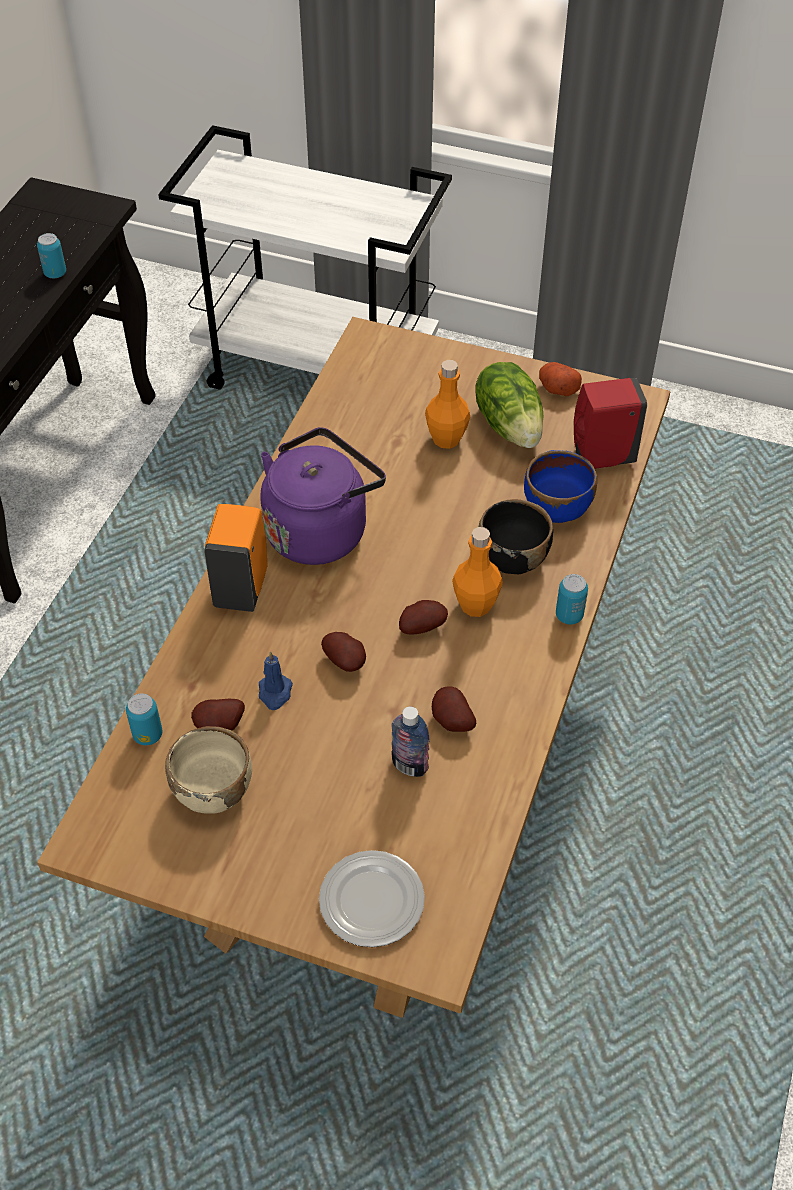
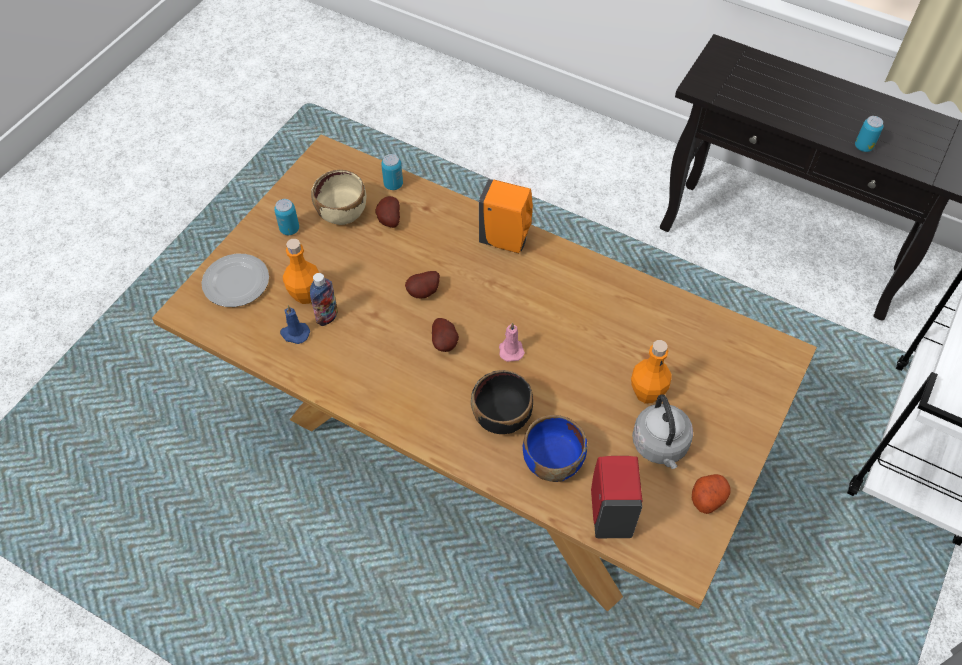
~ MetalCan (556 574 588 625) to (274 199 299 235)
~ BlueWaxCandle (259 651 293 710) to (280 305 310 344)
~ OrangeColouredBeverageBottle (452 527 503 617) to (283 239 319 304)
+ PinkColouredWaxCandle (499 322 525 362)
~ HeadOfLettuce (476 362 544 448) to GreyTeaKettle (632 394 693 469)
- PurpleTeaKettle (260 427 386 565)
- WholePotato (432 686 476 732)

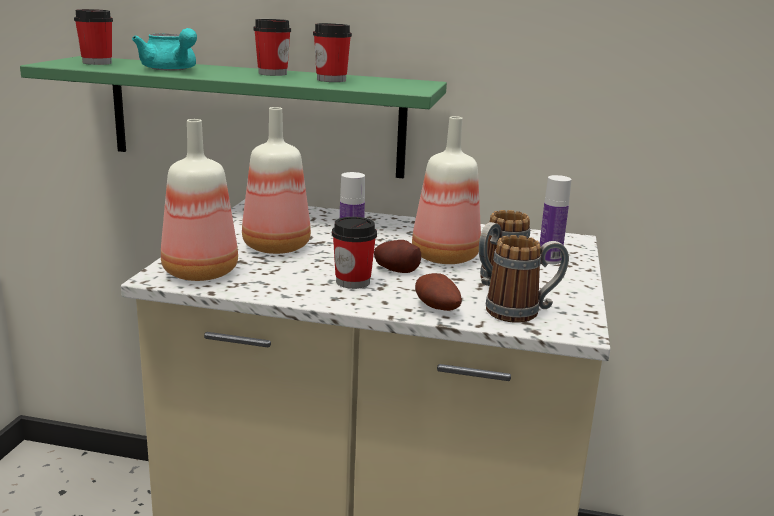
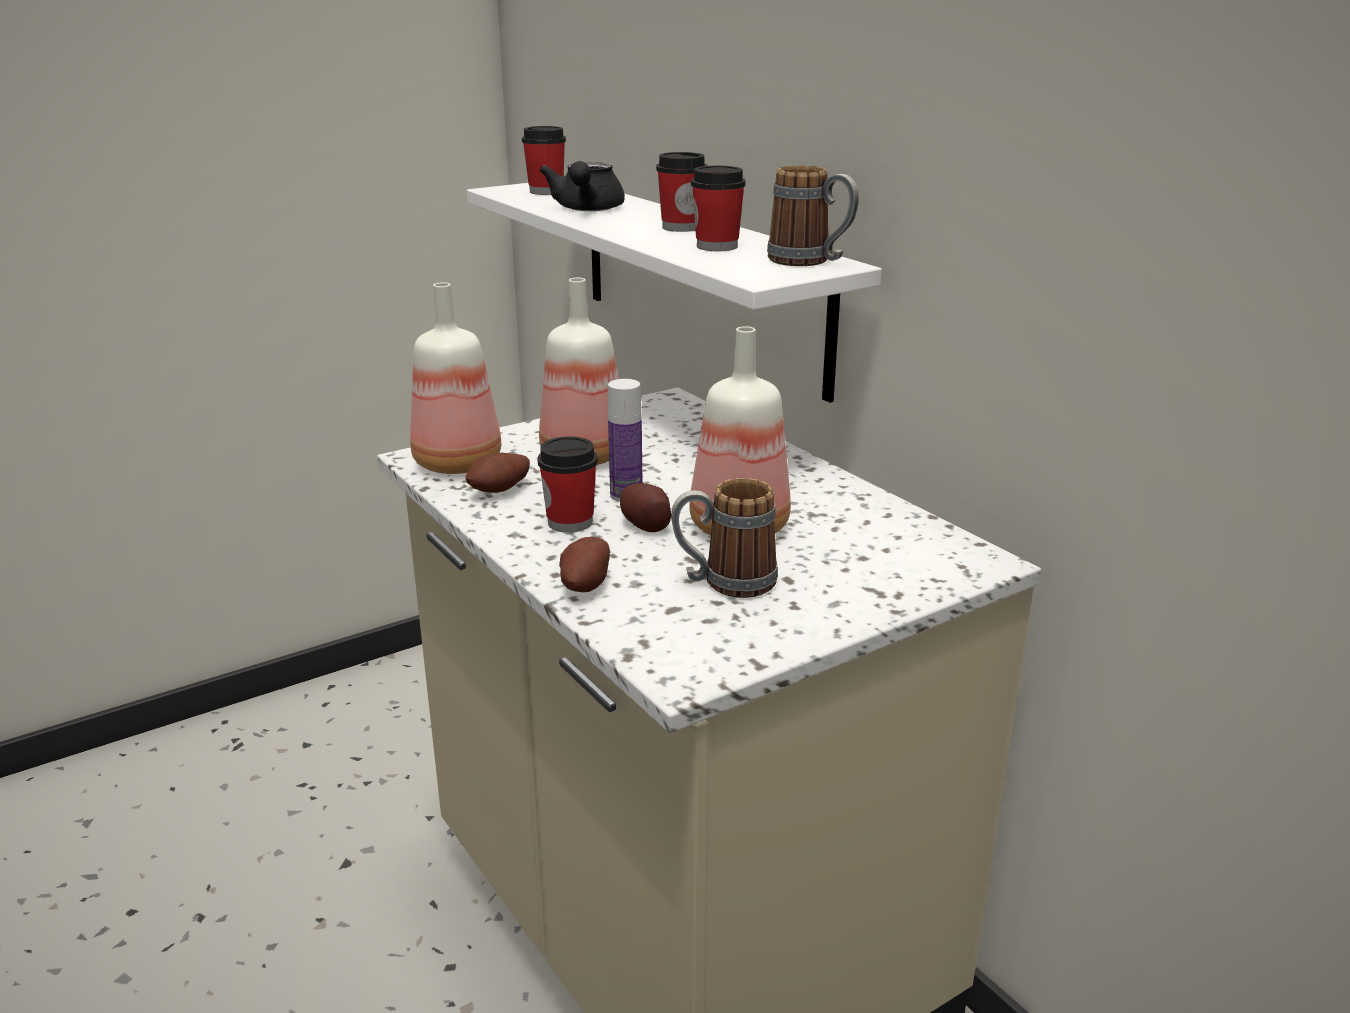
+ WholePotato (465 453 530 493)
~ GreenColouredWallShelf (20 56 447 179) to WhitishWallShelf (467 183 882 403)
~ TurquoiseColouredTeapot (132 28 197 71) to BlackTeapot (539 161 625 211)
~ TeaMug (486 235 569 323) to (767 165 859 266)
- BeverageBottle (540 175 571 264)

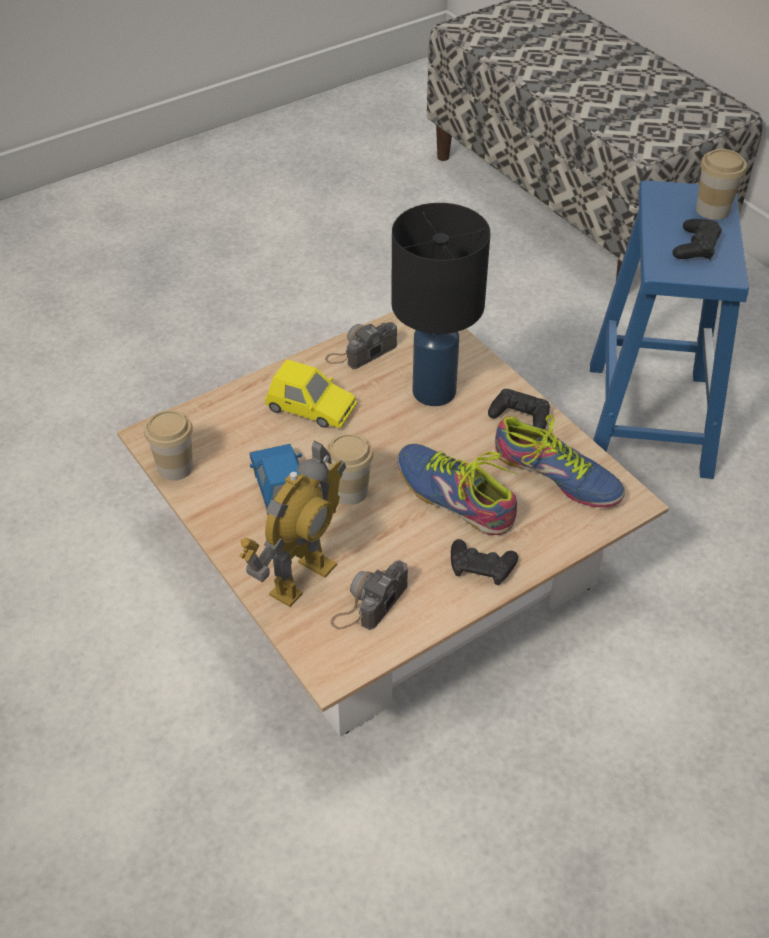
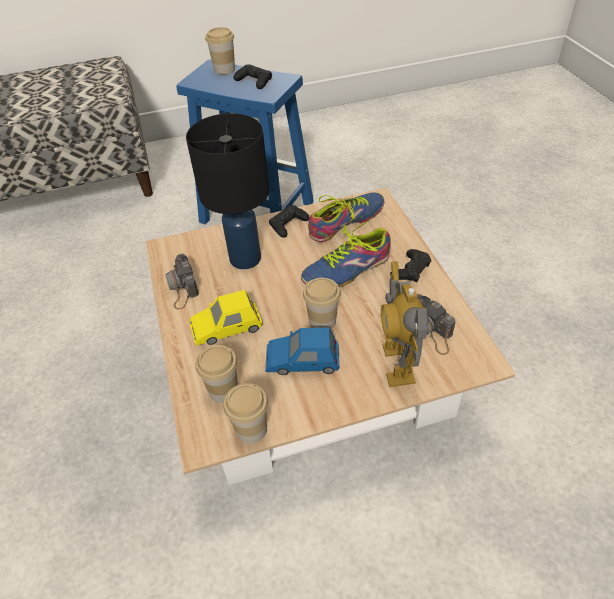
~ YellowishMiniatureCar (265 359 357 428) = (189 290 262 345) 150 degrees counterclockwise
+ SmallCup (196 345 238 403)
~ ToyRobot (239 440 346 607) = (381 261 429 387) 150 degrees counterclockwise

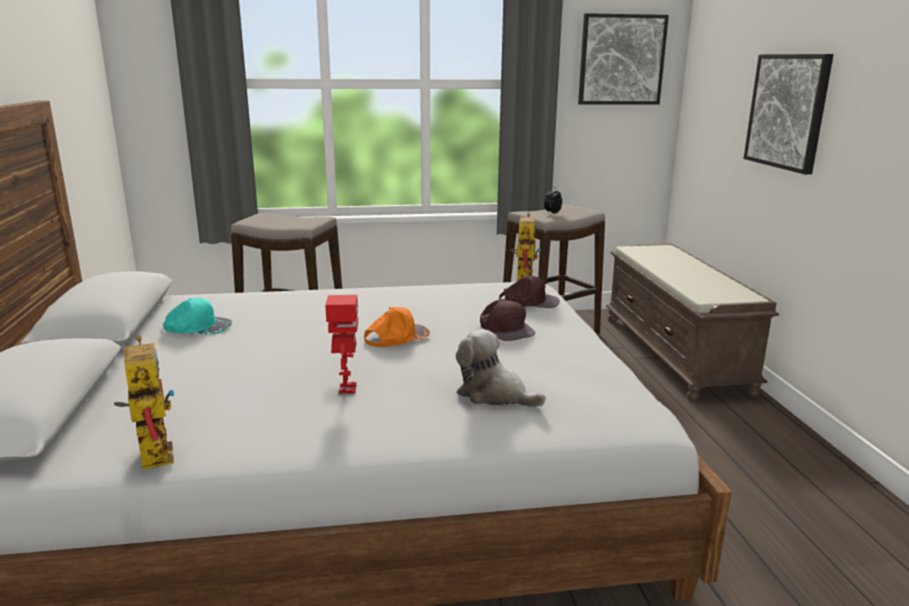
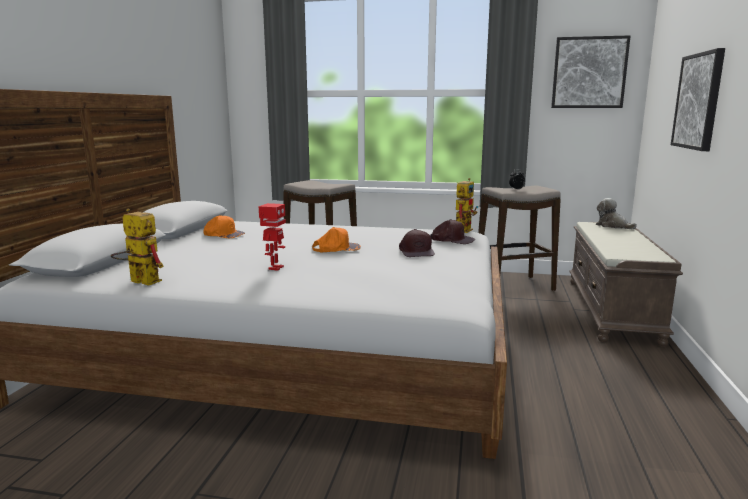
~ ToyRobot (114 336 175 470) = (111 208 164 286) 60 degrees counterclockwise
~ TurquoiseColouredCap (163 298 232 334) to OrangeColouredCap (203 215 245 238)
~ CuddlyToy (456 329 546 407) to (596 198 637 229)

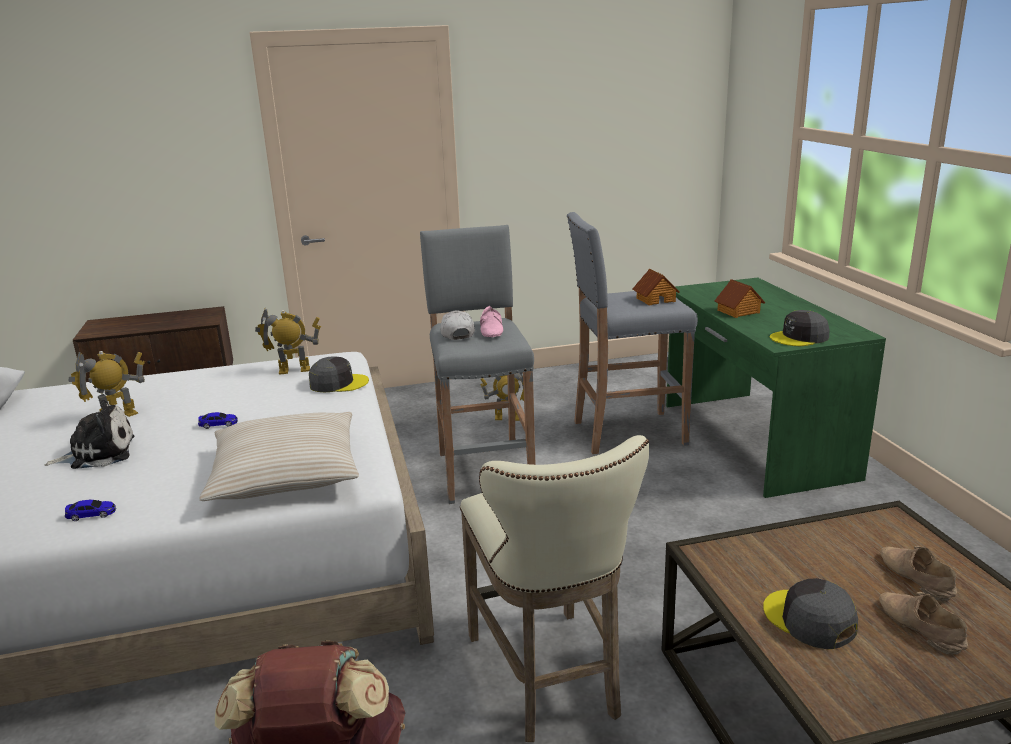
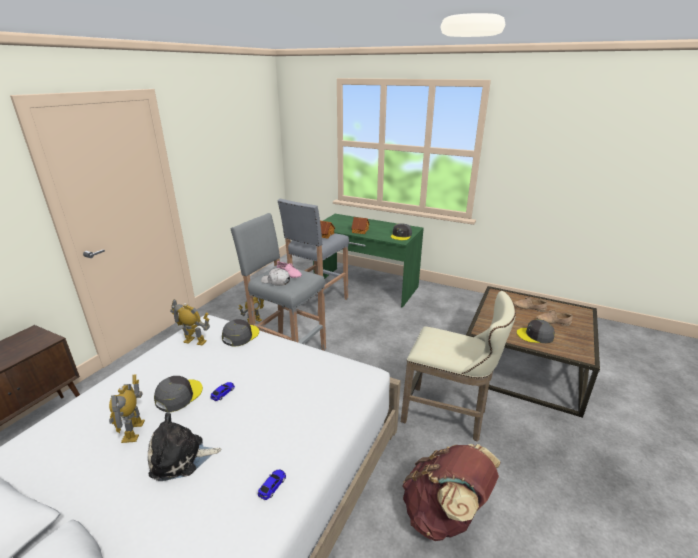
~ CuddlyToy (44 400 134 469) = (148 412 222 481) 120 degrees counterclockwise
+ GreyCap (154 376 203 412)
~ ToyRobot (255 309 321 375) = (170 299 210 345) 75 degrees clockwise
- BeigeColouredThrowPillow (199 412 359 501)

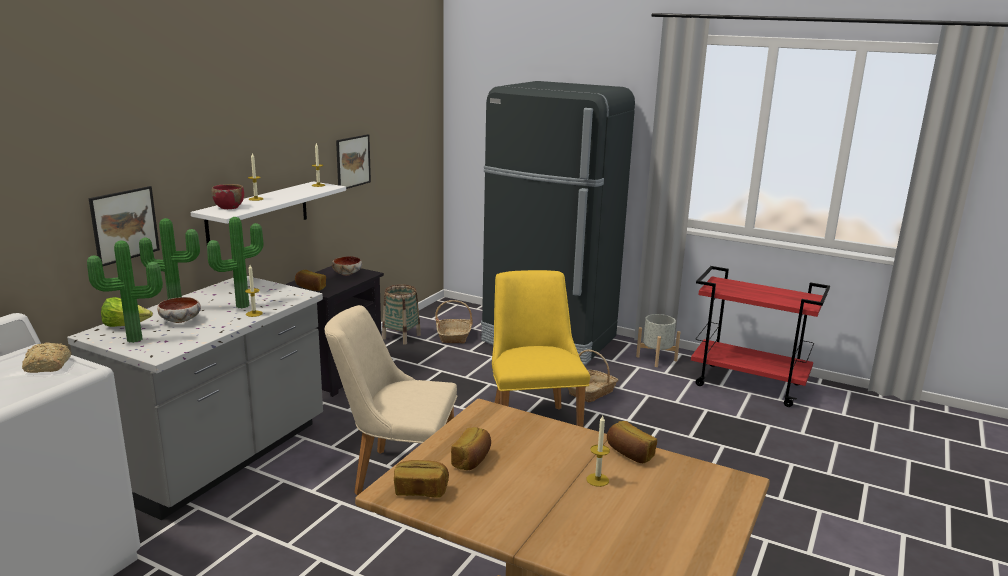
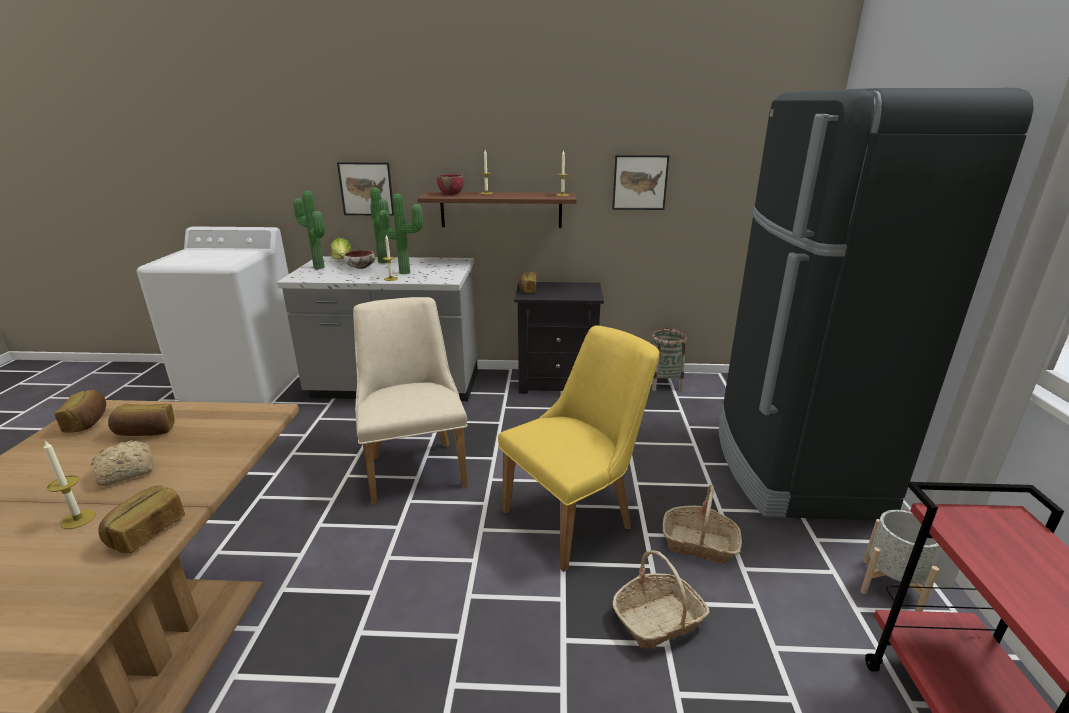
~ Bread (22 343 71 373) to (91 440 154 486)
~ WhitishWallShelf (191 181 346 244) to BrownishWallShelf (417 192 577 228)
~ StorageBasket (435 300 473 344) to (612 550 710 649)
- ServingBowl (332 256 362 276)

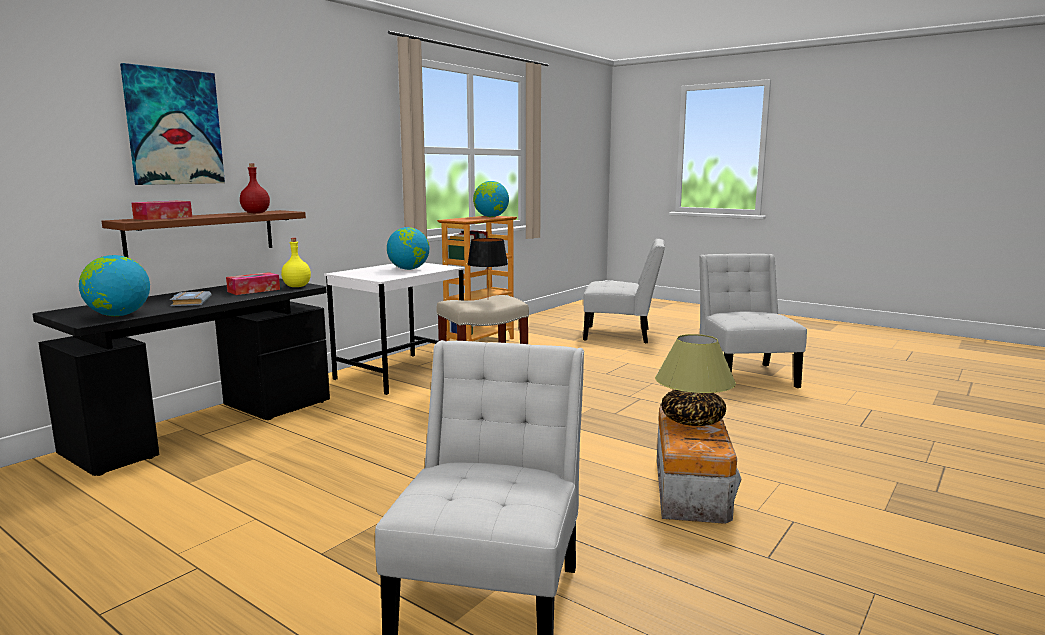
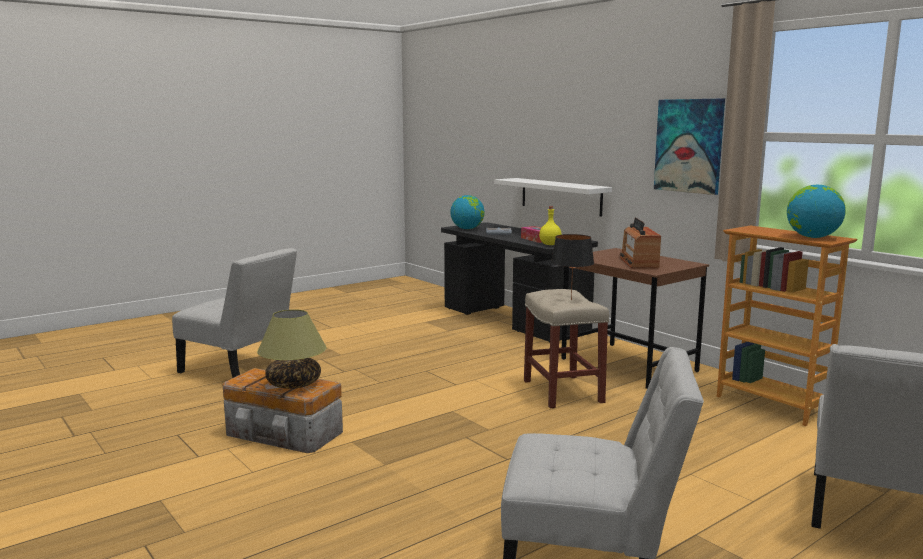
~ BrownishWallShelf (101 210 306 257) to WhitishWallShelf (494 178 612 217)
~ WhitishDeskUnit (324 263 465 395) to BrownishDeskUnit (561 248 709 389)
~ Globe (387 227 430 270) to RadioSet (620 218 661 268)
~ Picture (120 63 225 185) to (654 99 725 195)
- TissueHolder (132 201 192 220)
- RedBeverageBottle (240 163 270 213)

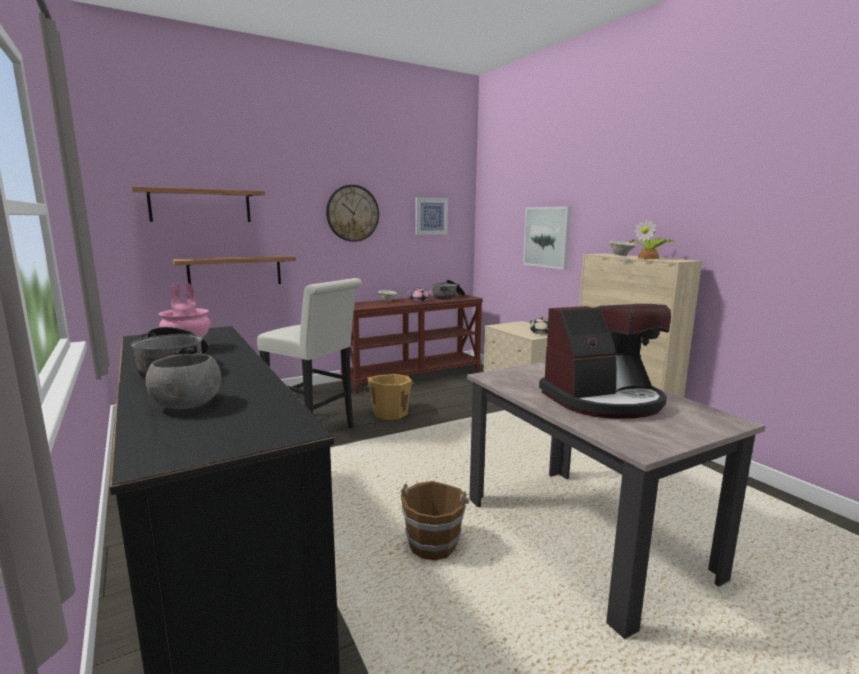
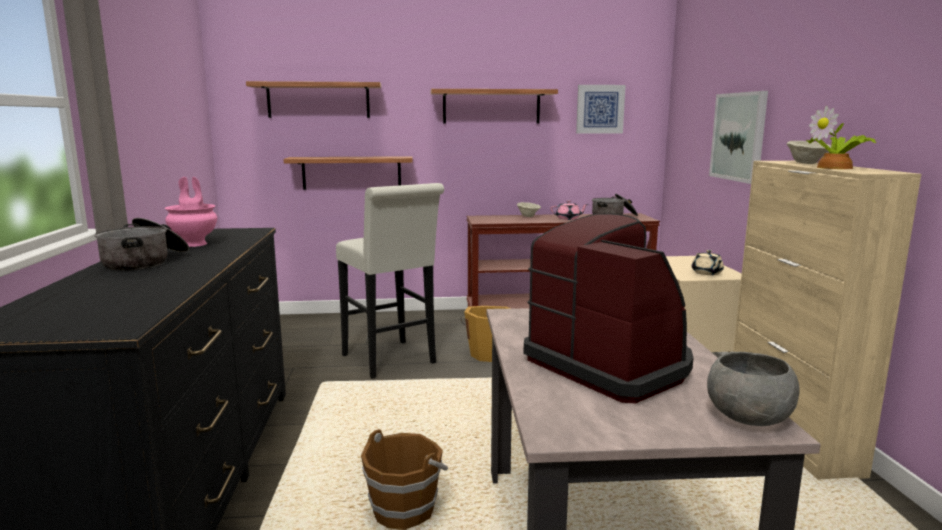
~ HangingClock (326 185 379 242) to WallShelf (431 89 558 124)
~ CoffeeMaker (539 304 671 419) = (524 214 694 403) 135 degrees counterclockwise
~ GreyServingBowl (146 354 221 409) to (707 352 800 426)

